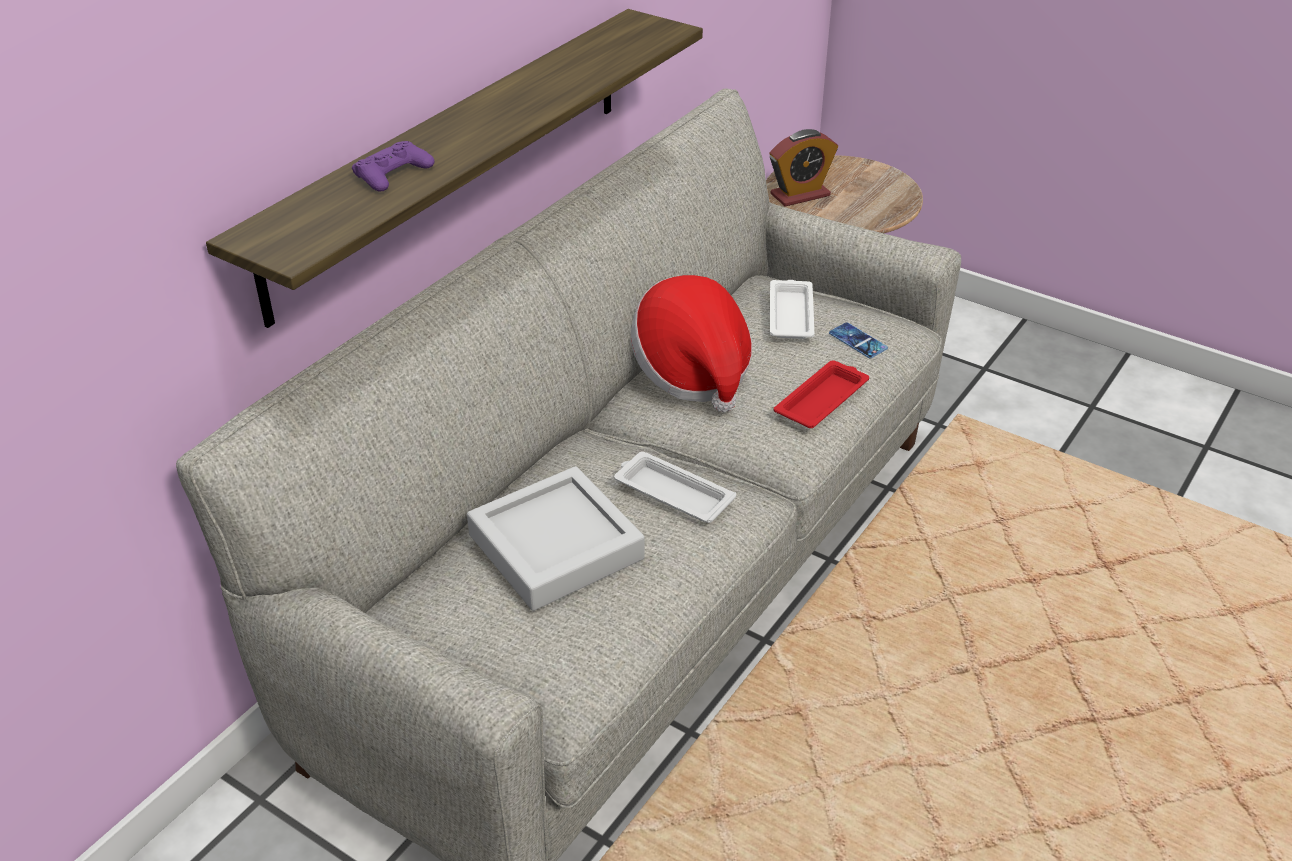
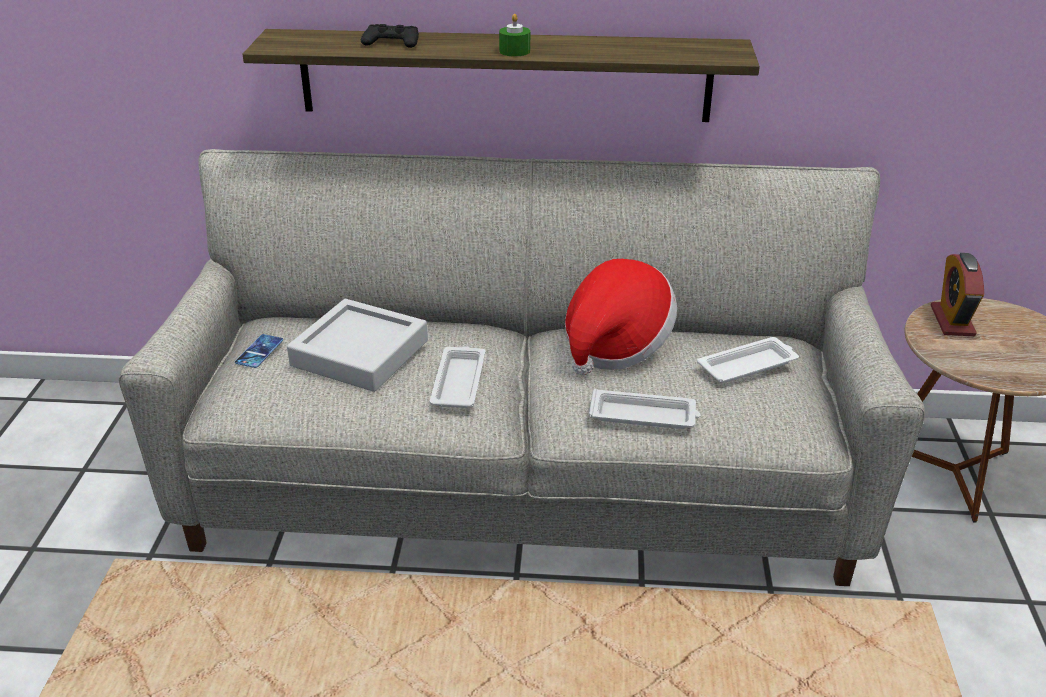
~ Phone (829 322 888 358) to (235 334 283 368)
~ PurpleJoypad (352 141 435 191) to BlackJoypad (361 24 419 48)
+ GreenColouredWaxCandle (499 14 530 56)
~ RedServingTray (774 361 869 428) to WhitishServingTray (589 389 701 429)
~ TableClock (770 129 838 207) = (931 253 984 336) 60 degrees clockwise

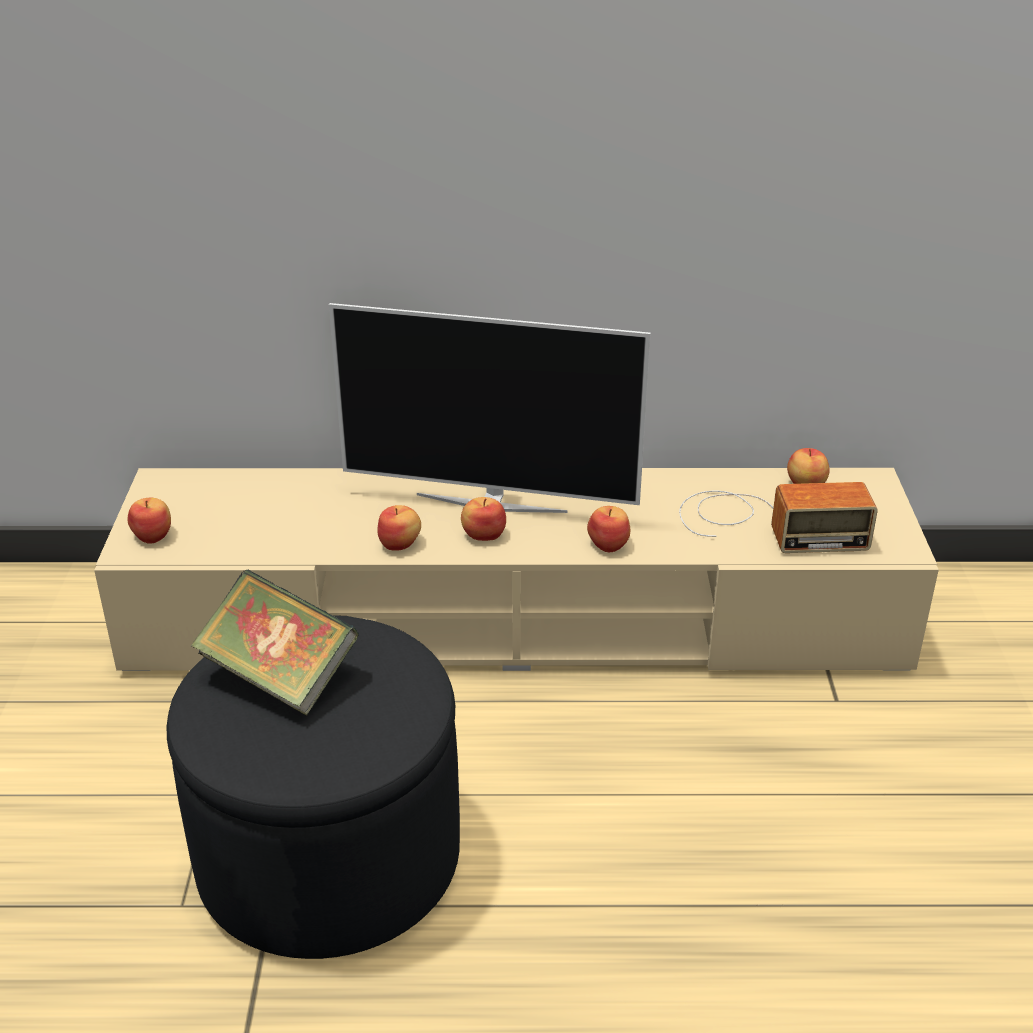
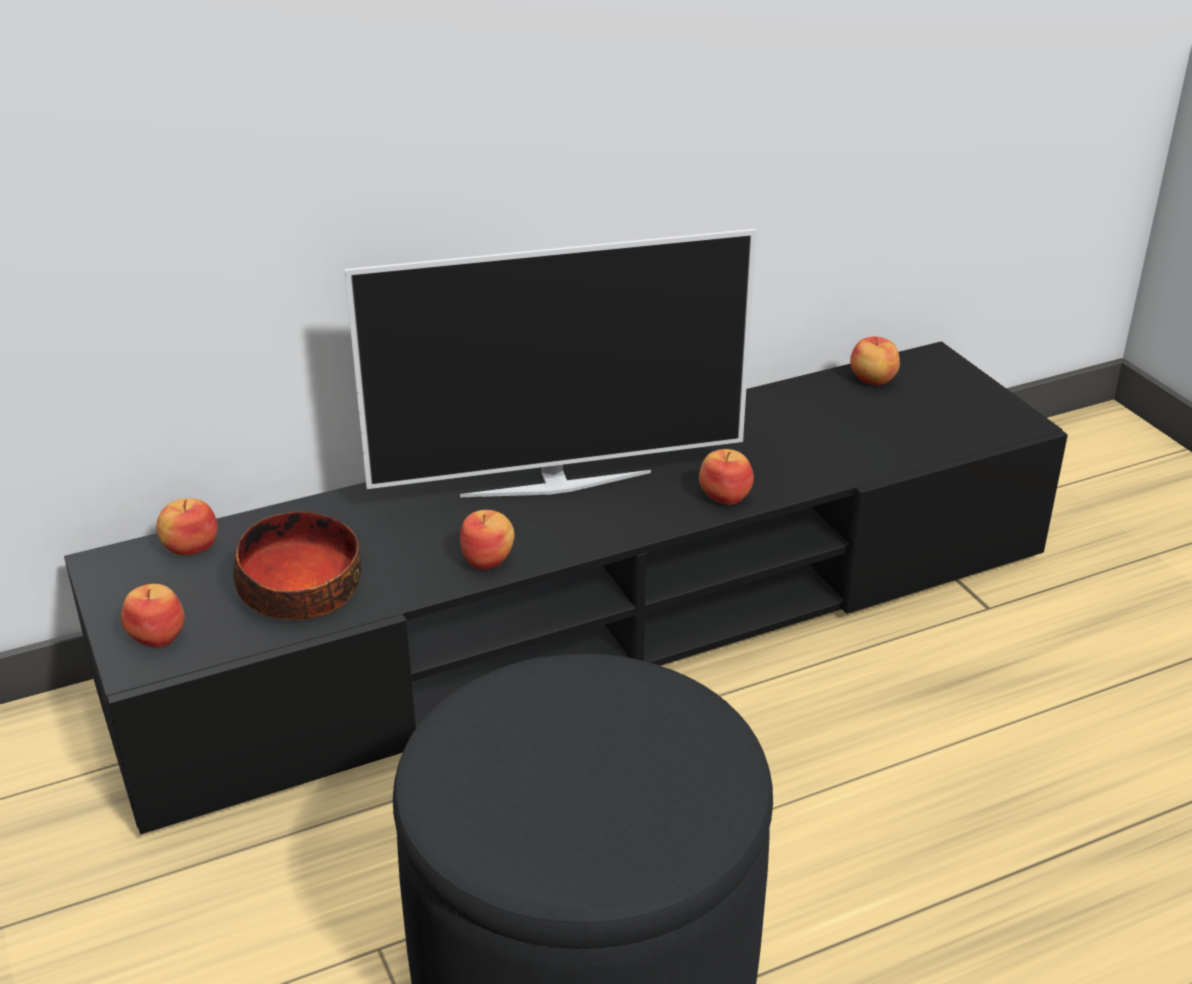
~ BeigeColouredTvUnit (94 468 939 671) to BlackTvUnit (64 341 1068 834)
~ AppleFruit (461 497 506 541) to (156 498 218 556)
+ ServingBowl (233 511 361 620)
- BoundBook (191 569 359 716)
- RadioSet (679 482 878 553)

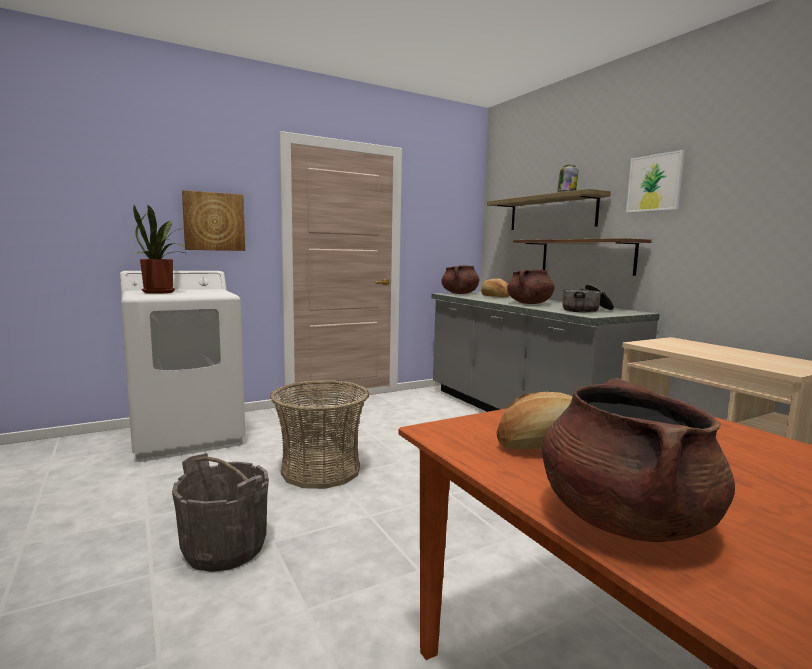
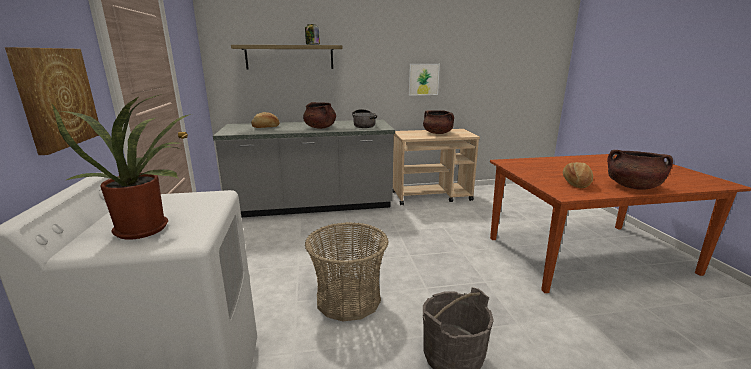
~ Picture (626 150 684 213) to (409 64 440 96)
~ BrownishSaucepot (442 265 479 294) to (423 110 454 134)
- WallShelf (513 238 652 276)

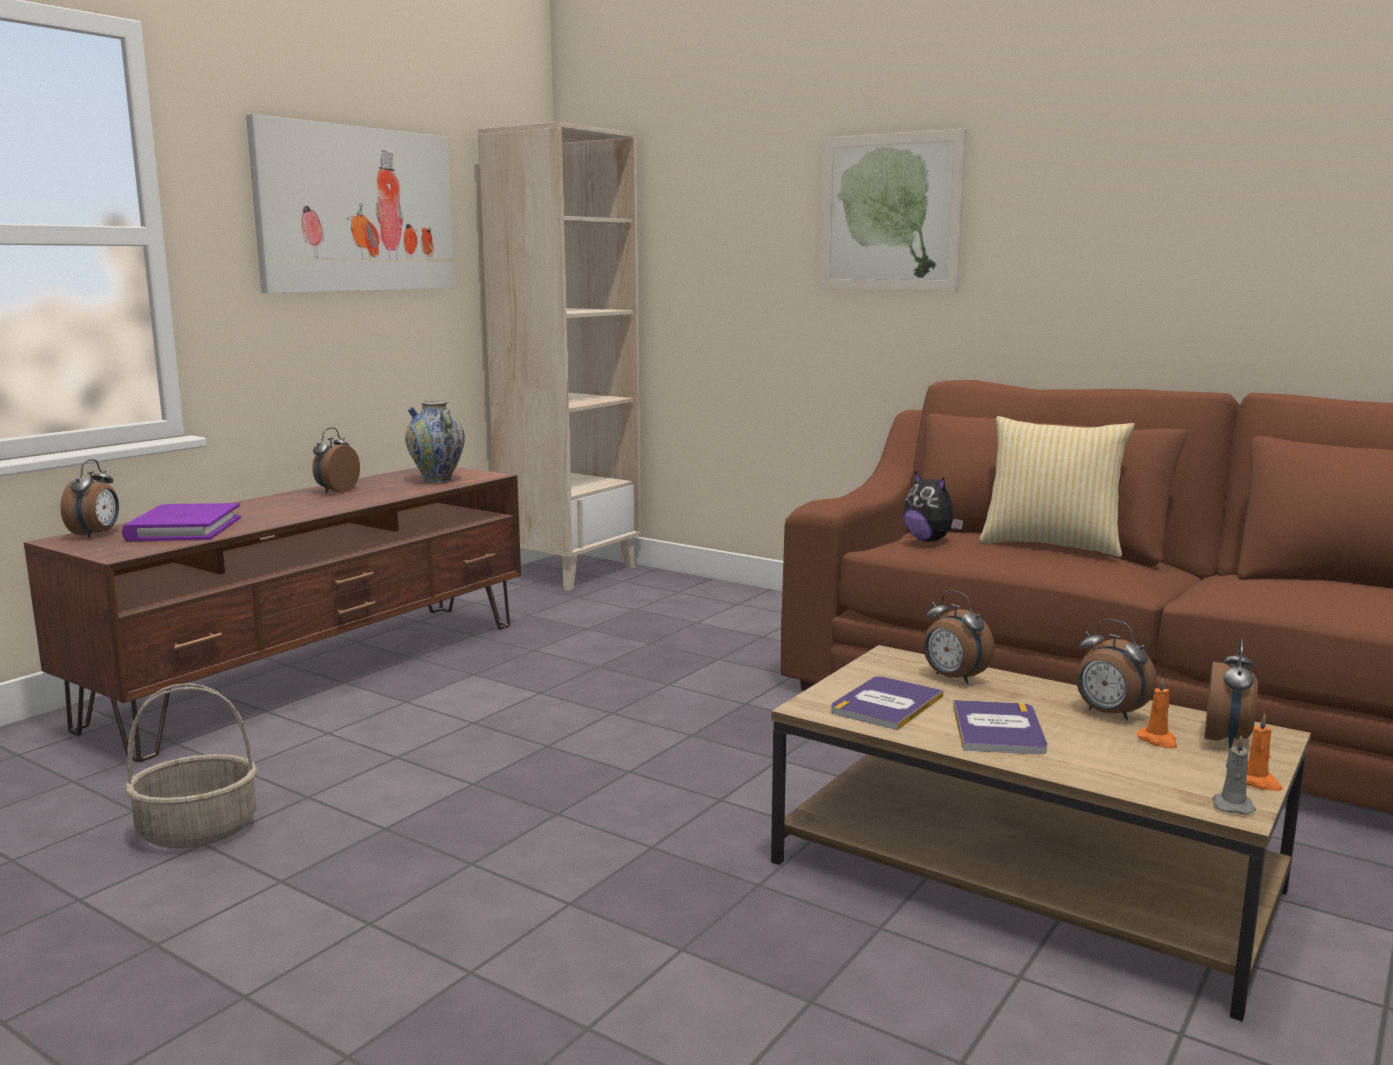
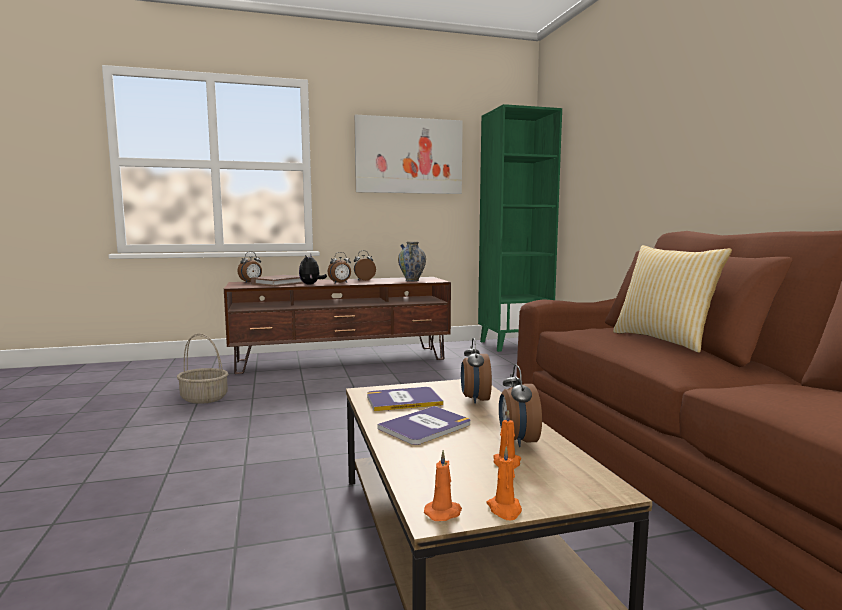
~ PurpleBoundBook (122 503 241 541) to BrownishBoundBook (251 275 304 287)
~ CuddlyToy (903 472 963 542) to (299 255 327 285)
~ TableClock (1205 639 1258 748) to (328 252 351 283)
~ GreyWaxCandle (1212 735 1256 815) to OrangeColouredWaxCandle (424 450 462 521)
~ BeigeColouredBookcase (478 122 641 591) to GreenColouredBookcase (478 104 562 352)
- Picture (820 129 966 292)

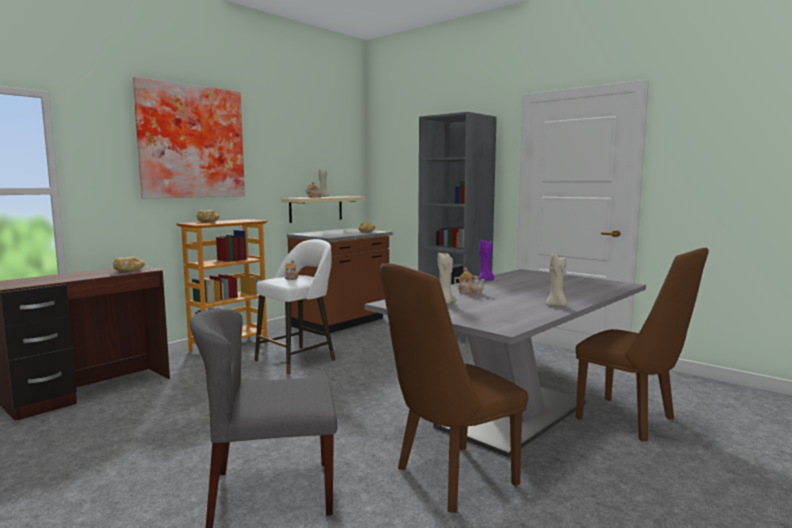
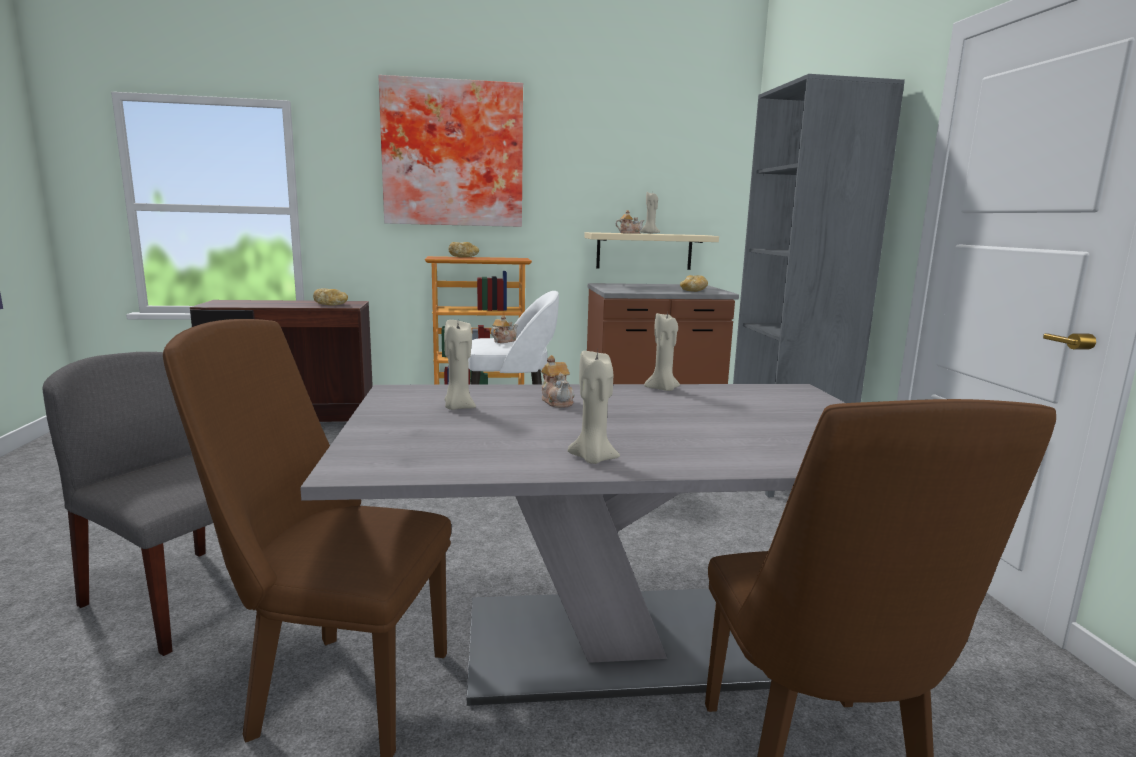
~ PurpleWaxCandle (479 240 494 281) to BeigeColouredWaxCandle (644 312 680 391)

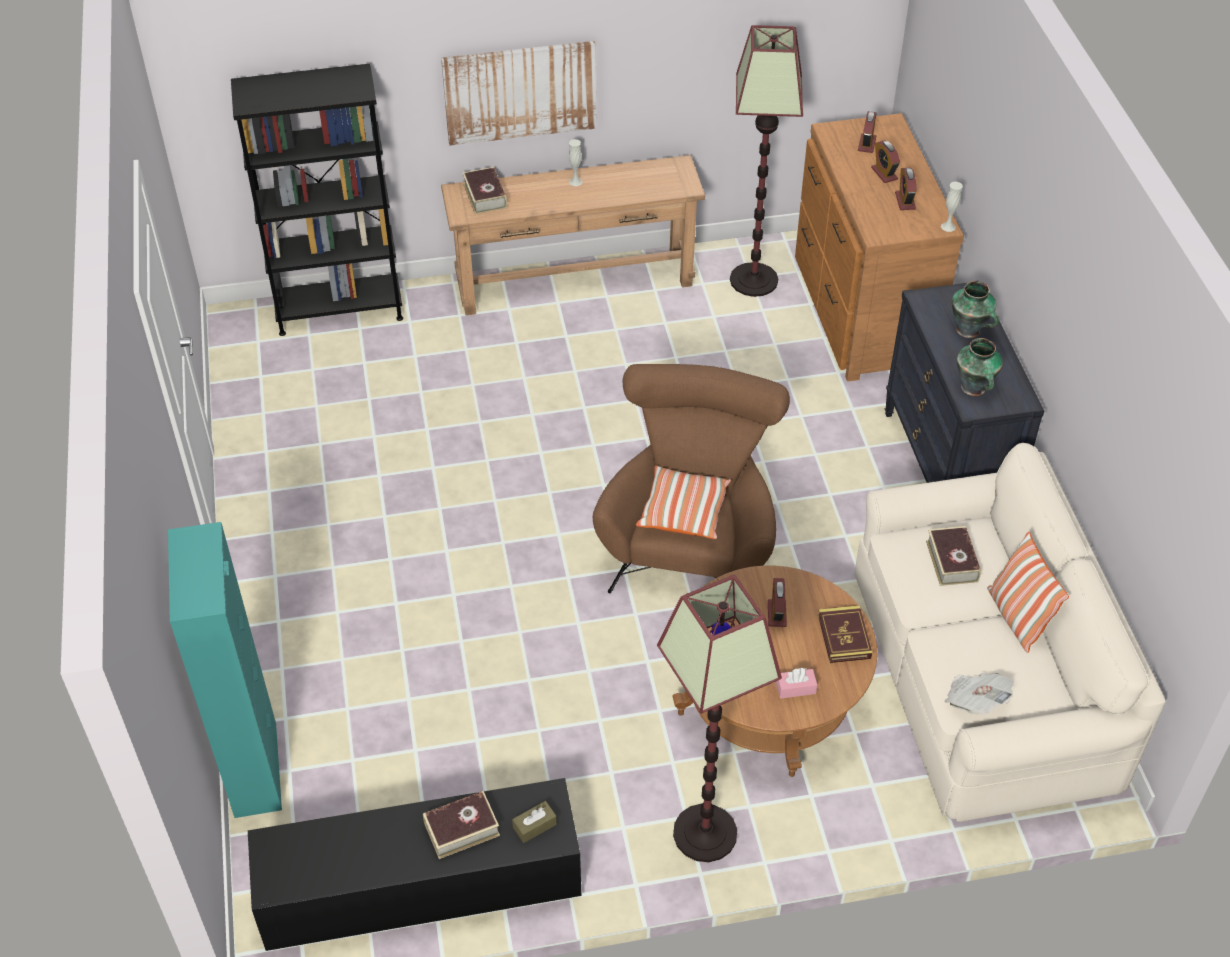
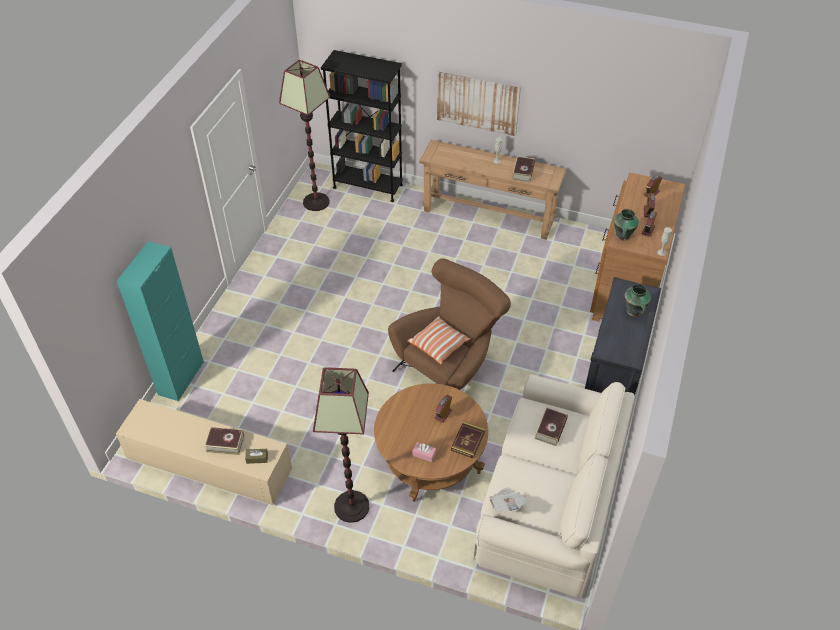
~ BlackTvUnit (248 778 581 951) to BeigeColouredTvUnit (116 399 292 505)
~ FloorLamp (730 25 803 297) to (279 60 330 211)
~ BoundBook (462 167 507 214) to (512 156 535 182)
~ DecorativeVase (957 338 1003 396) to (614 209 639 241)
- ThrowPillow (987 531 1069 653)

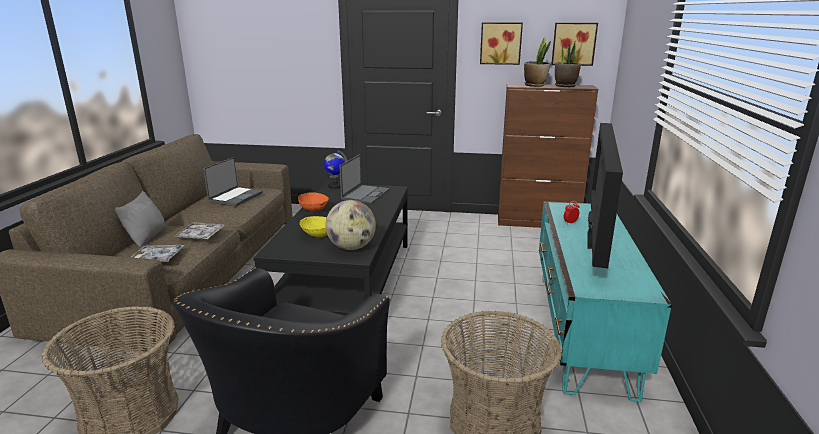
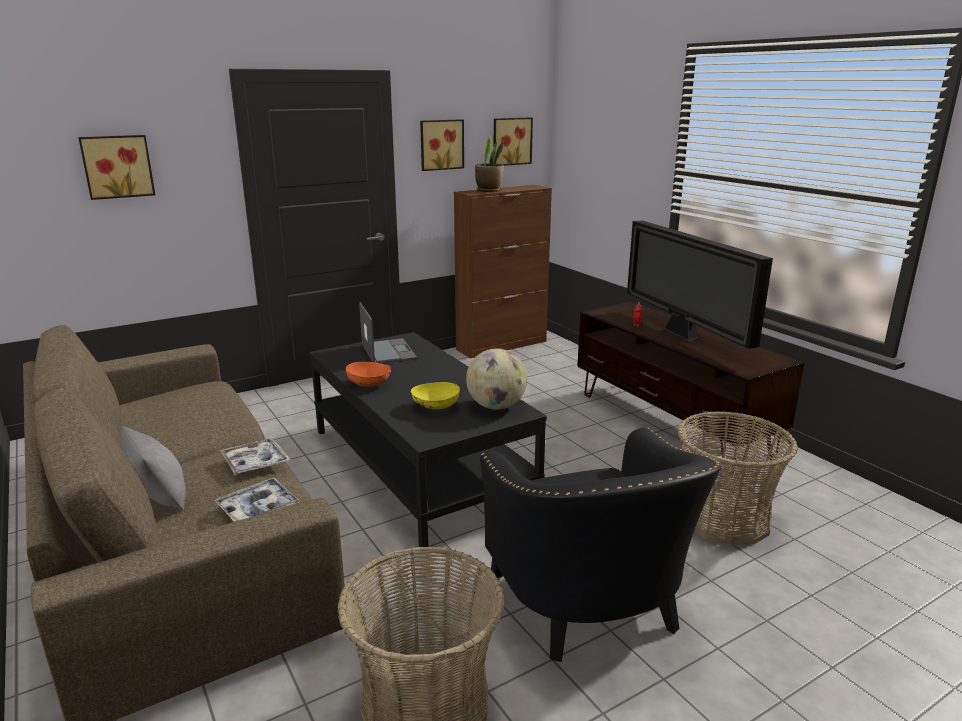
+ Picture (78 135 155 200)
~ TurquoiseColouredTvUnit (539 201 672 402) to BrownishTvUnit (577 302 804 476)
- NotebookComputer (203 157 263 206)
- Globe (324 150 347 189)
- Houseplant (555 38 581 87)

